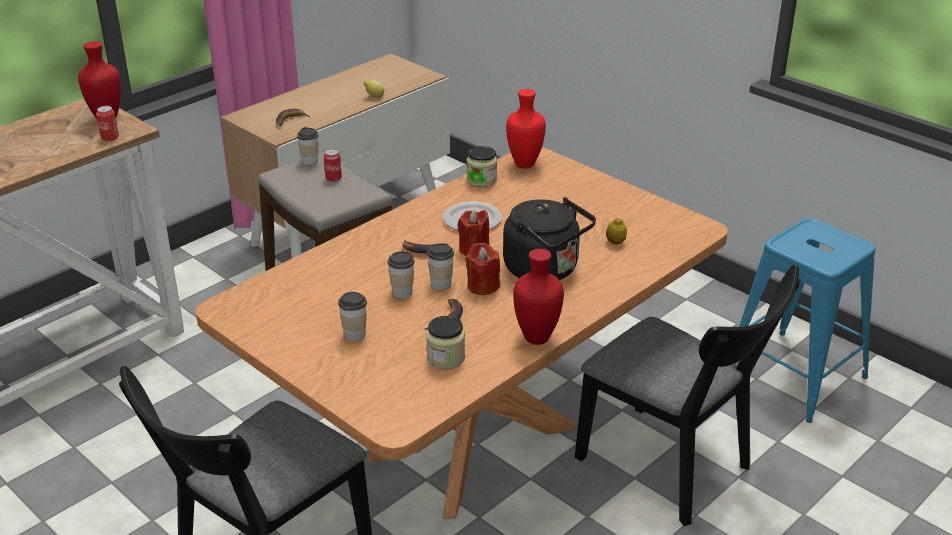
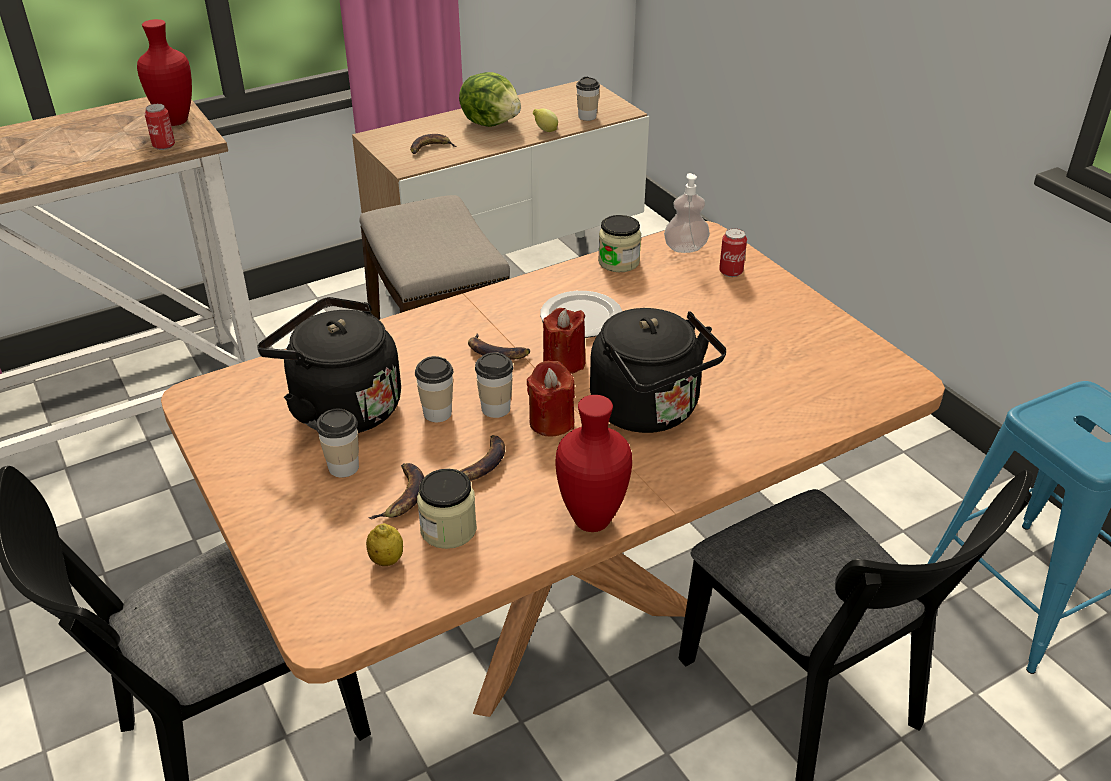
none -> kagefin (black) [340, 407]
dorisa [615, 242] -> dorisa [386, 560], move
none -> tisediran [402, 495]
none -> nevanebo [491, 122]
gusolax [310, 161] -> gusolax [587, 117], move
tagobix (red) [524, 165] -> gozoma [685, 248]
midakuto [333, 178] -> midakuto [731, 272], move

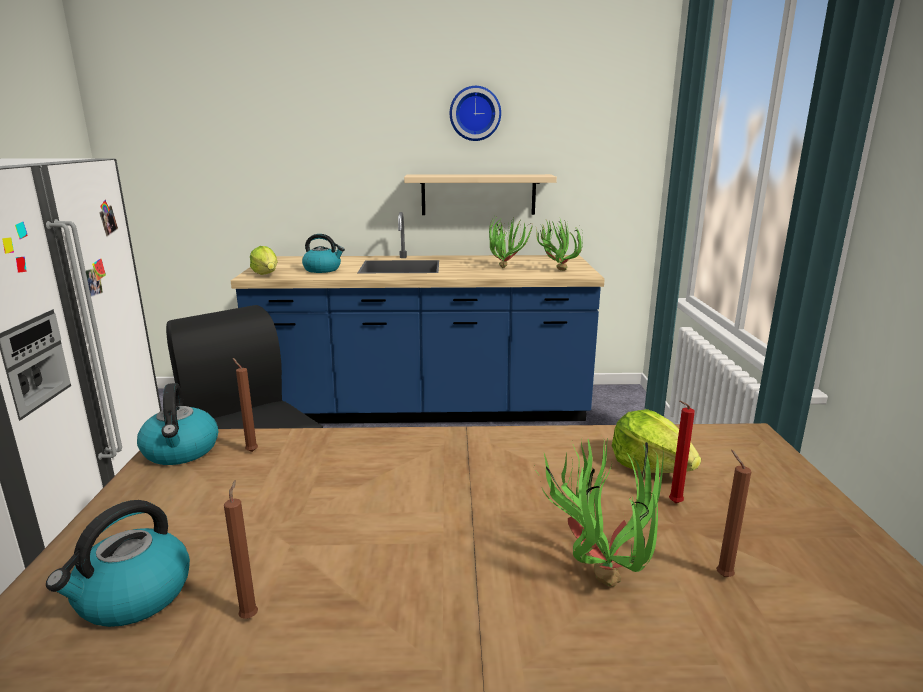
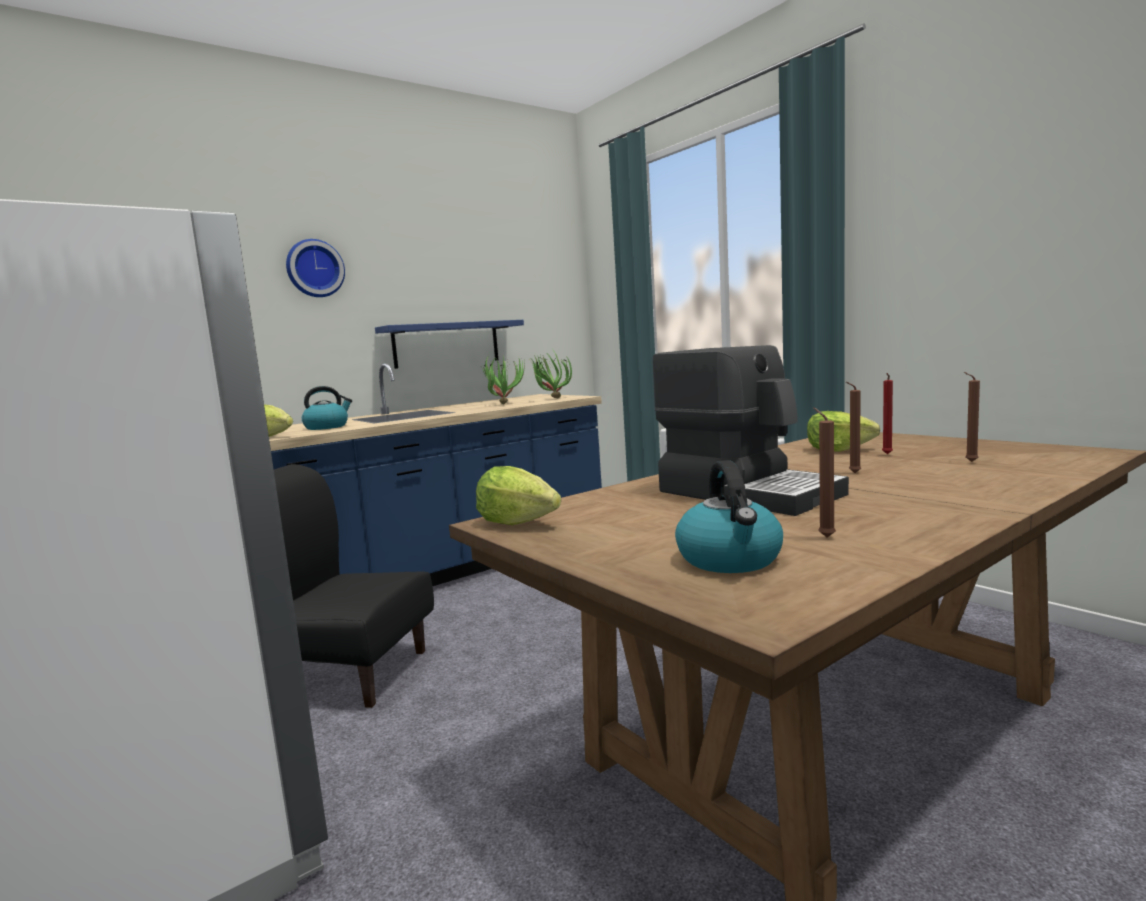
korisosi [475, 113] -> korisosi [314, 269], move
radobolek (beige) [478, 194] -> radobolek (blue) [446, 344]
kagefin [181, 451] -> nevanebo [517, 523]
none -> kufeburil [748, 492]
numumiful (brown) [250, 451] -> numumiful (brown) [853, 473], move
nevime [598, 571] -> none

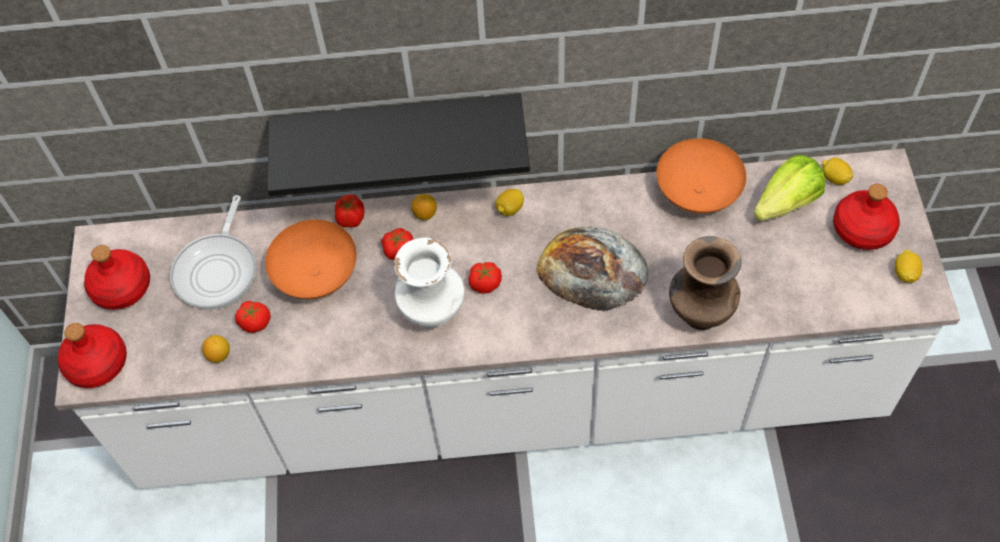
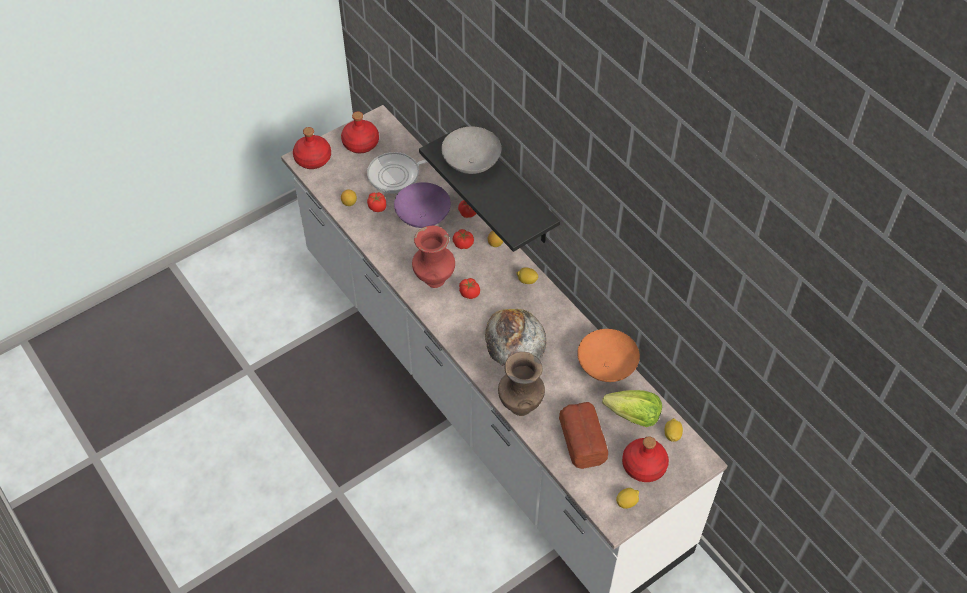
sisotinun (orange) [315, 275] -> sisotinun (purple) [423, 216]
tagobix (white) [434, 314] -> tagobix (red) [434, 280]
none -> sisotinun (grey) [472, 163]
none -> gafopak [582, 440]

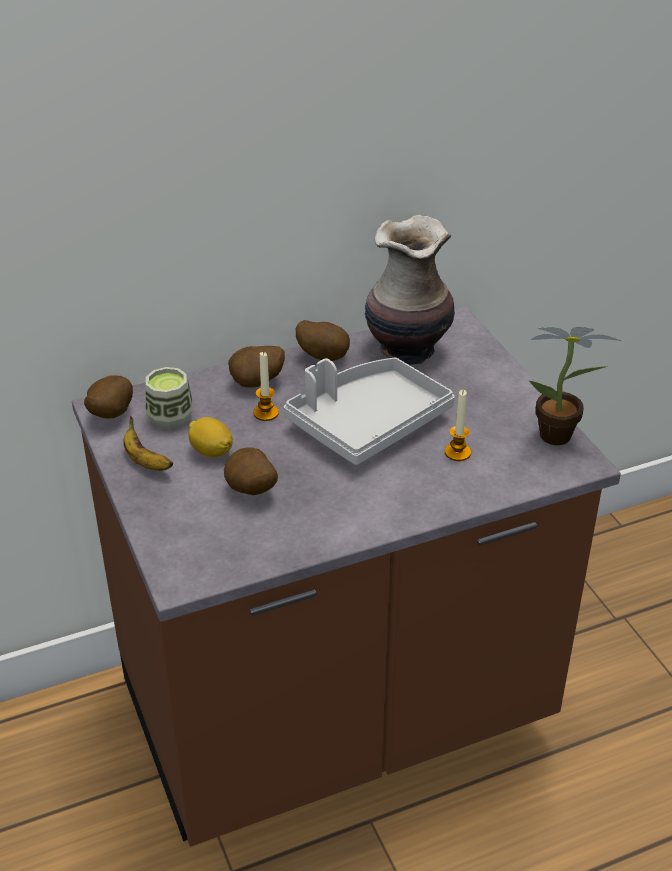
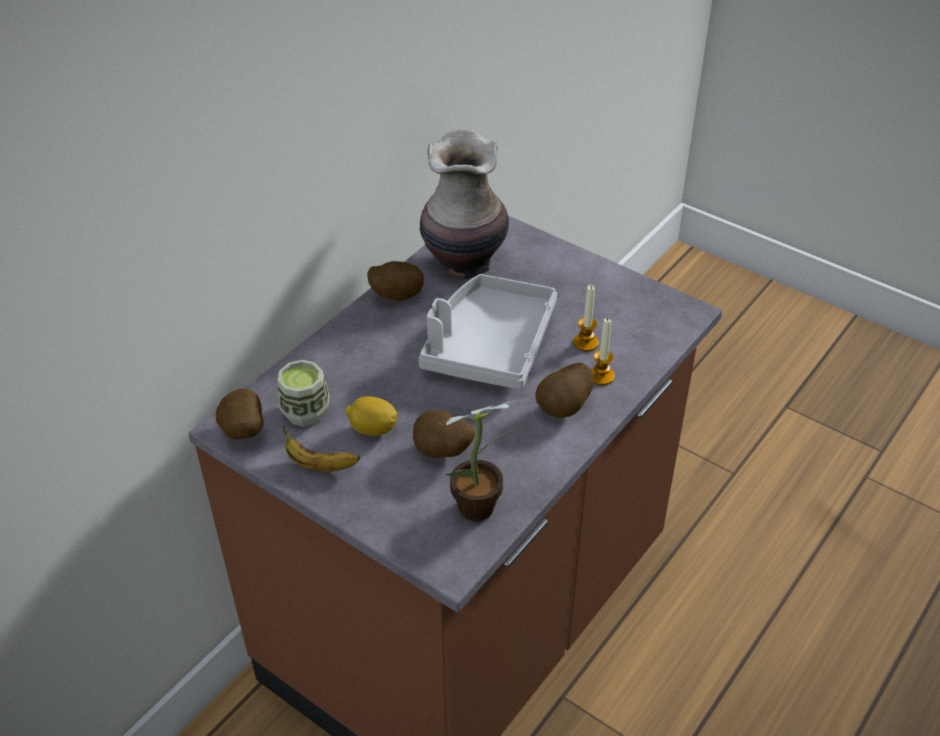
nevime [561, 437] -> nevime [483, 507], move
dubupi [257, 384] -> dubupi [564, 409], move
numumiful [266, 413] -> numumiful [601, 376], move

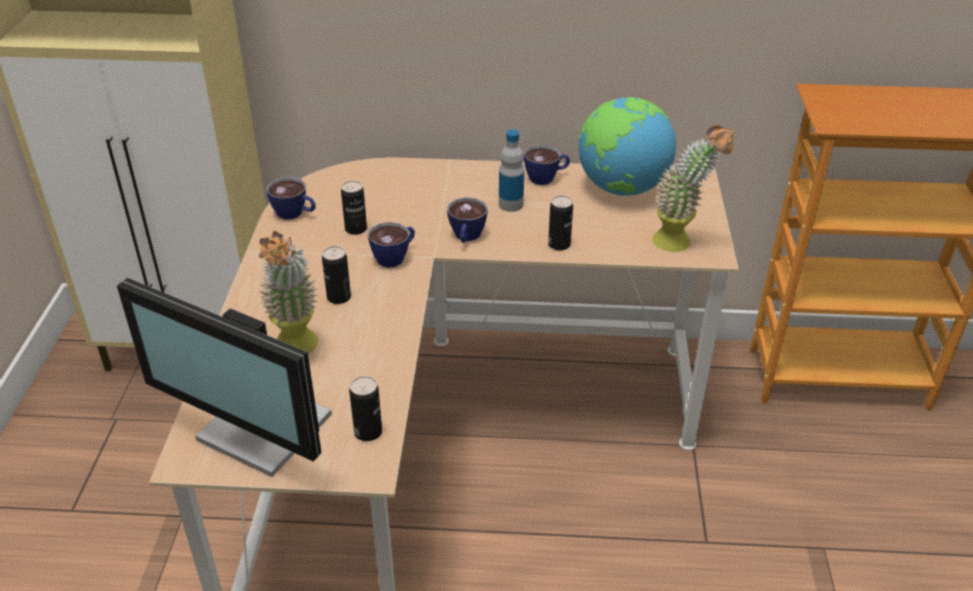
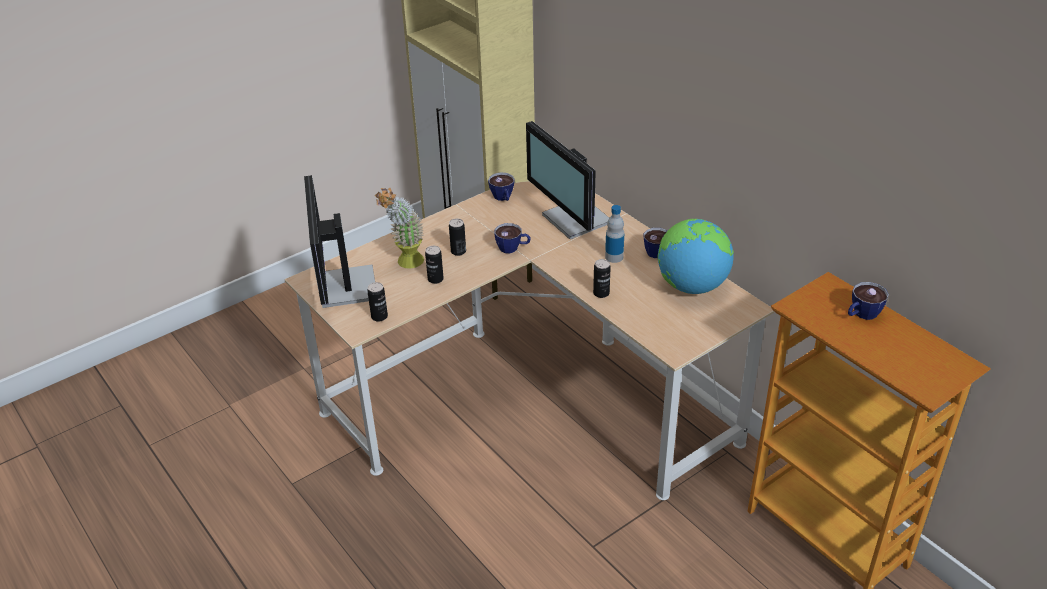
midakuto [356, 229] -> midakuto [435, 279], move
none -> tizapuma [574, 220]
gusolax [466, 237] -> gusolax [861, 315], move
nevime [681, 244] -> none

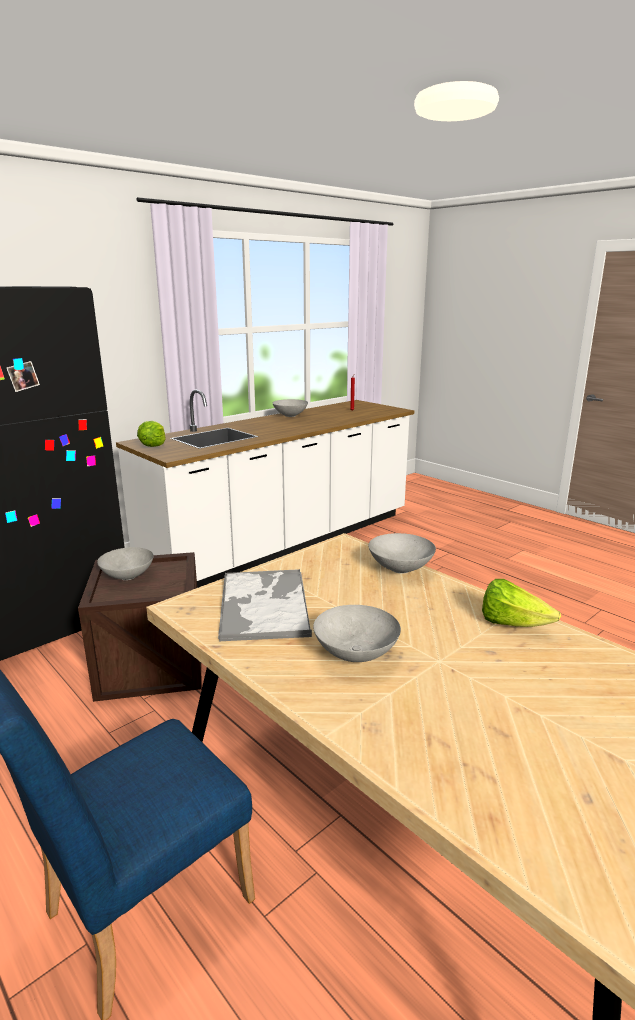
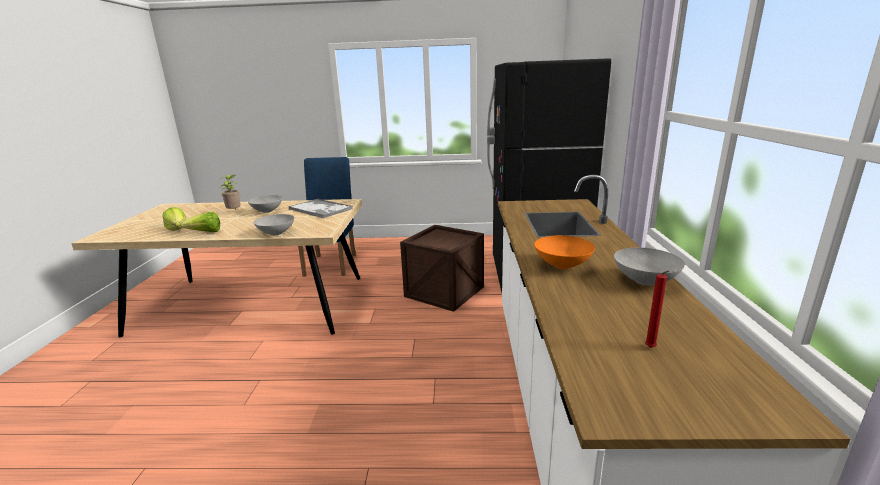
nevanebo [153, 446] -> nevanebo [177, 229], move
none -> nevime [234, 212]
none -> sisotinun (orange) [562, 265]
sisotinun (grey) [128, 576] -> none

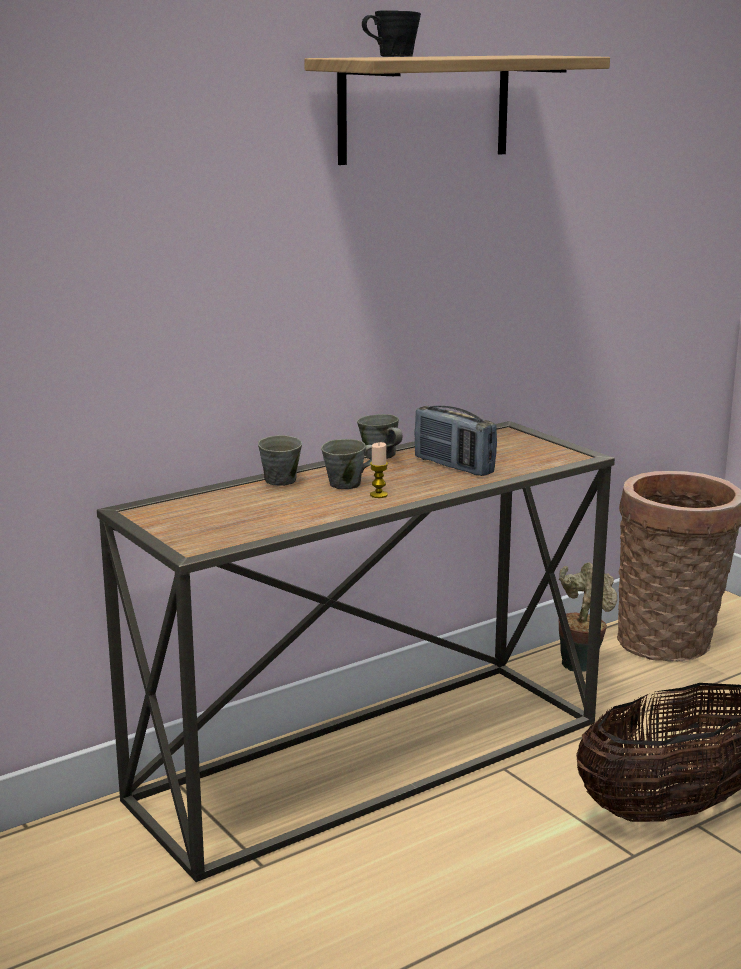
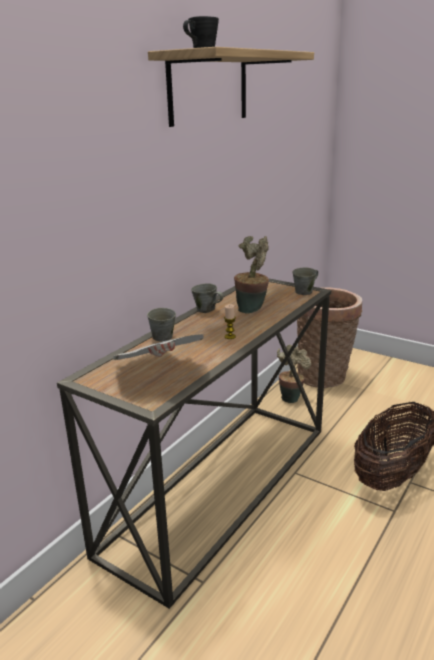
none -> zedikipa [159, 371]
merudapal [453, 466] -> nevime [253, 309]
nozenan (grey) [347, 484] -> nozenan (grey) [305, 292], move

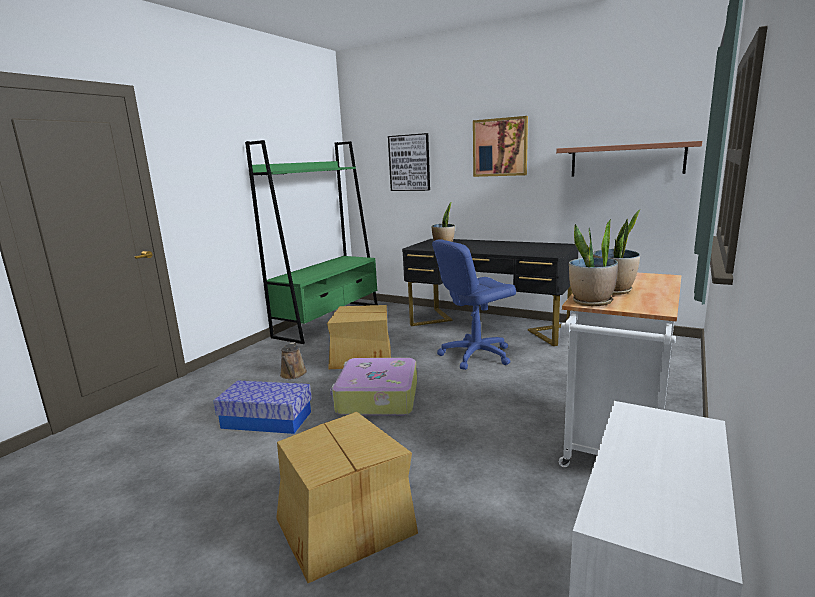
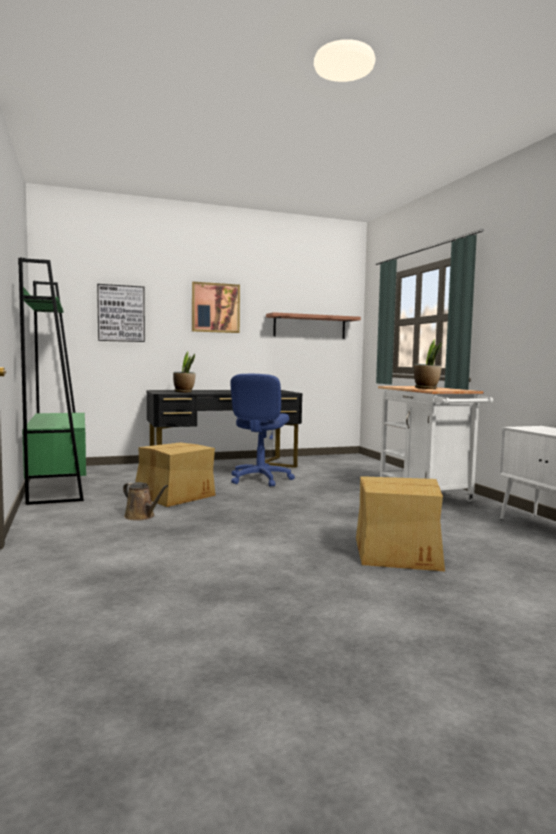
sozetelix [267, 420] -> none
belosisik [376, 398] -> none
nevime [591, 302] -> none

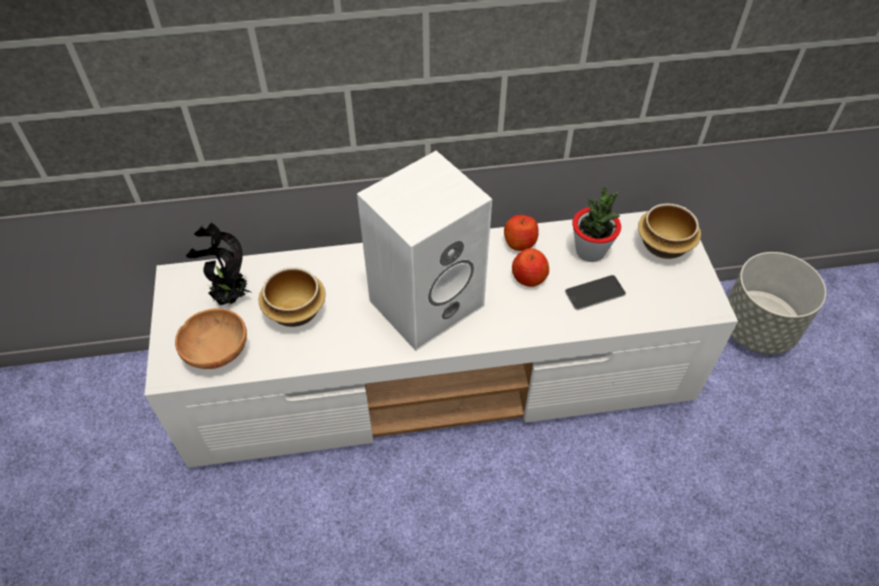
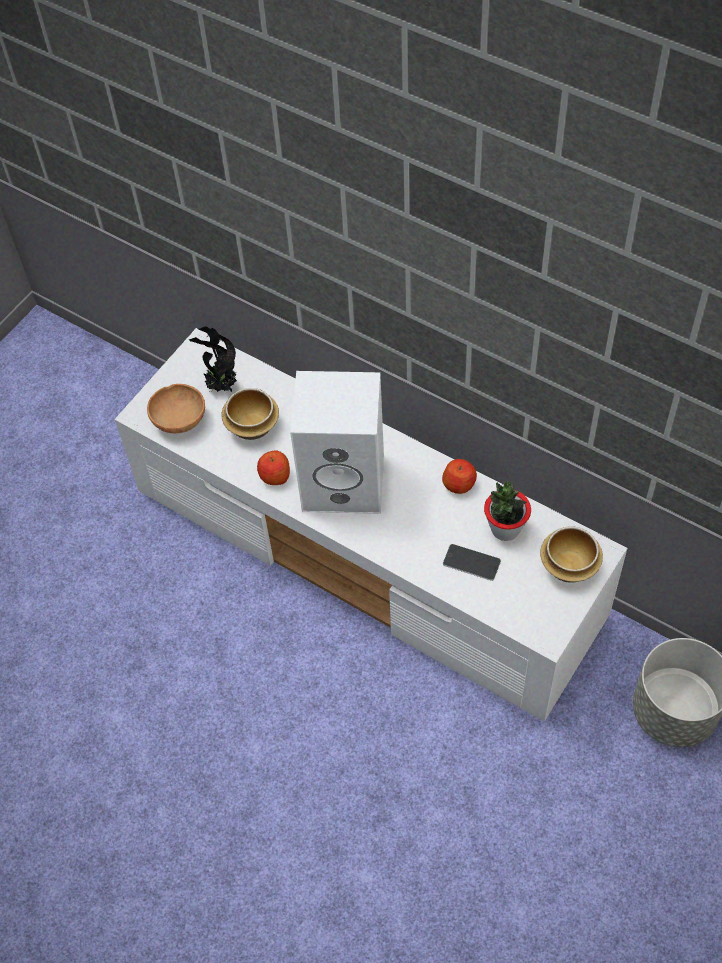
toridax [528, 277] -> toridax [274, 475], move

